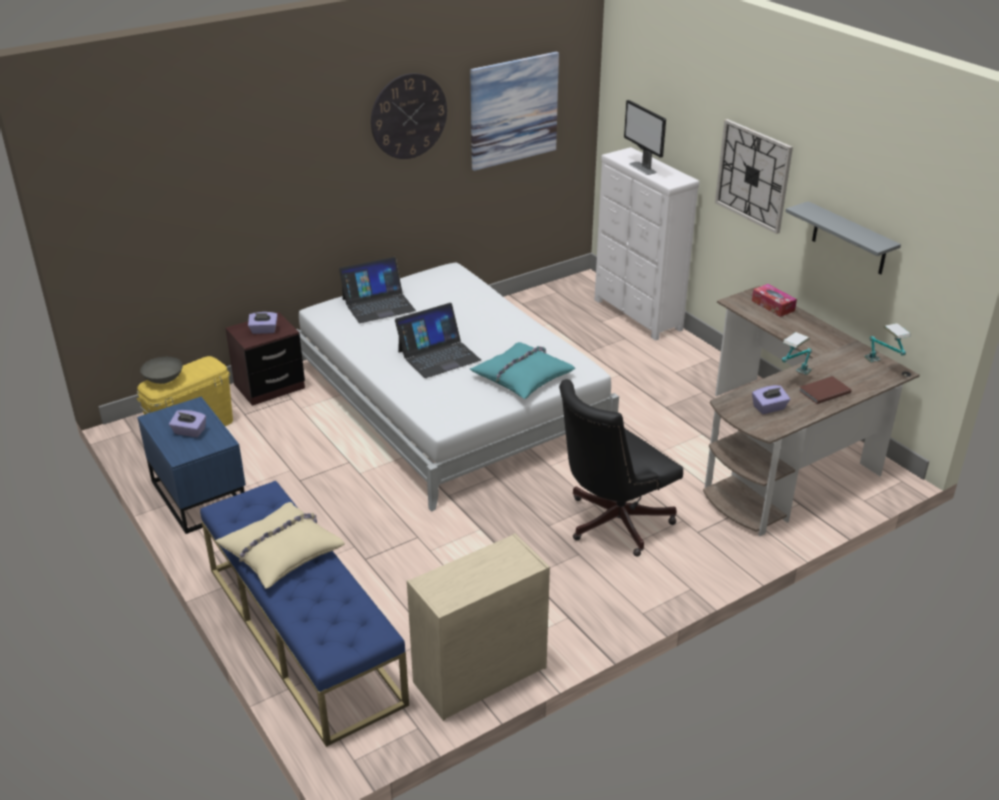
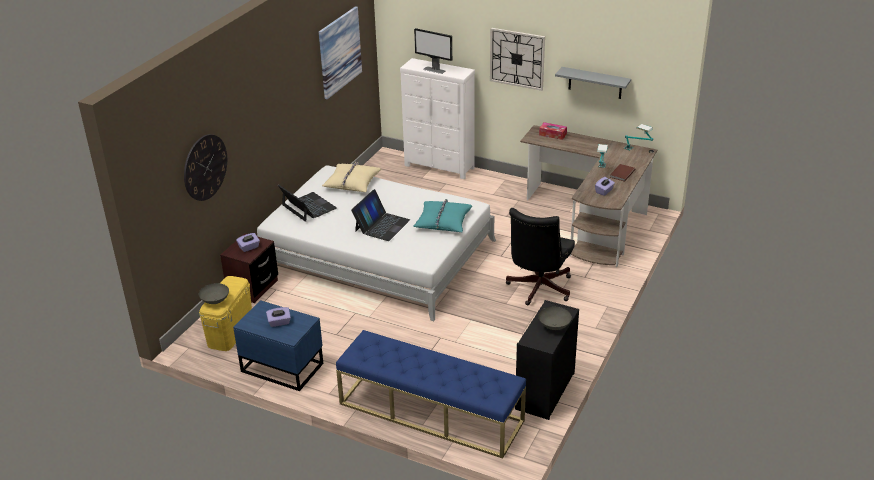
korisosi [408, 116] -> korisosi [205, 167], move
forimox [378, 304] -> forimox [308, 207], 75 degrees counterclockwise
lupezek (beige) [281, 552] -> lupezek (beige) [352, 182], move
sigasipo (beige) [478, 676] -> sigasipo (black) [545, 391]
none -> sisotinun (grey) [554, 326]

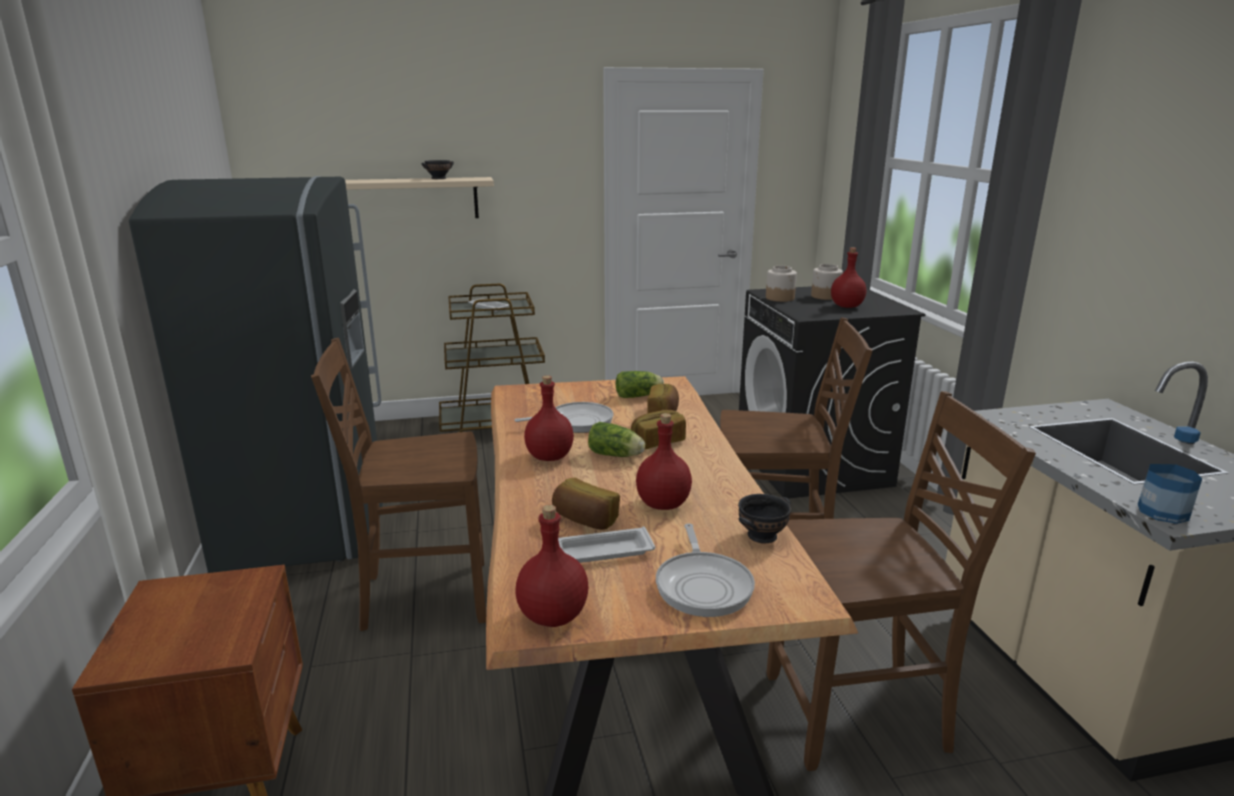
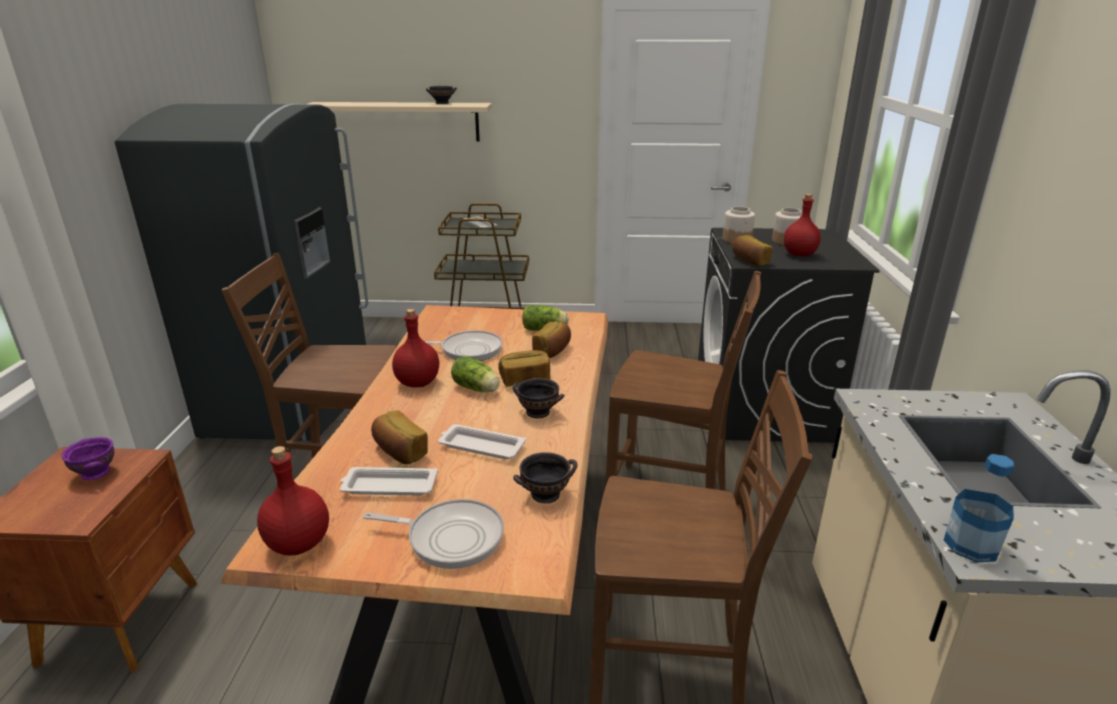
none -> sisotinun (purple) [95, 473]
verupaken [703, 586] -> verupaken [450, 538], 90 degrees counterclockwise
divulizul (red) [664, 504] -> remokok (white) [480, 446]
none -> sisotinun (black) [537, 412]
none -> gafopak [749, 261]

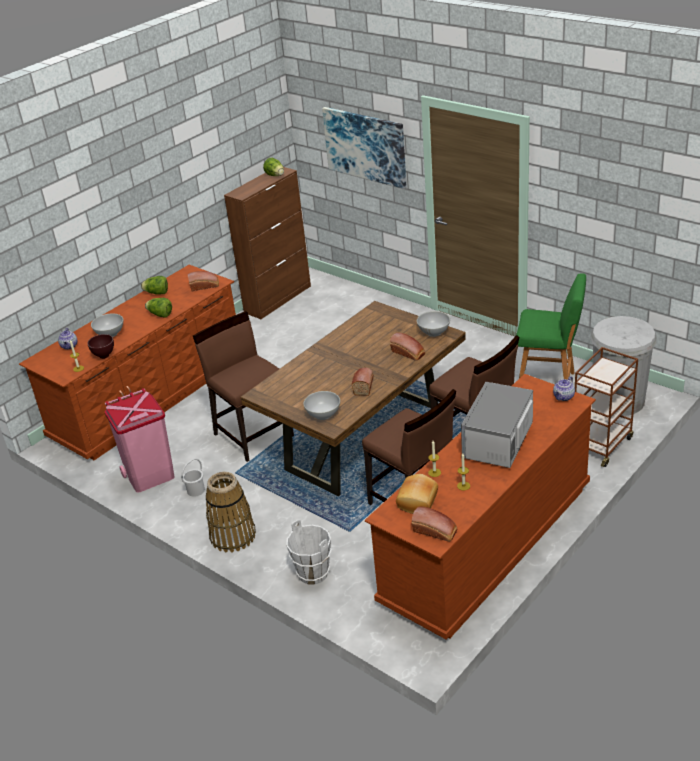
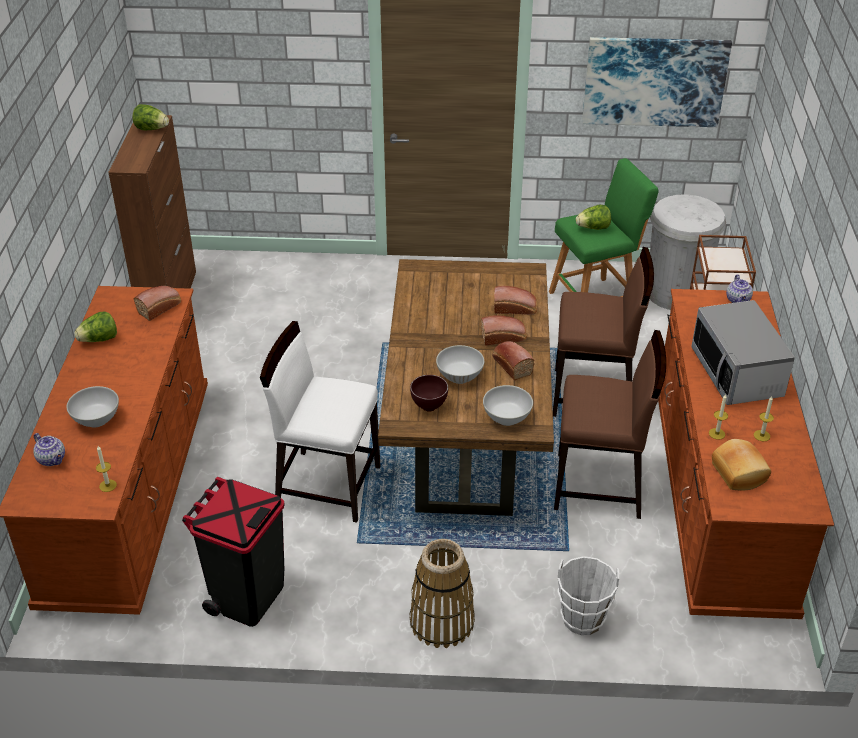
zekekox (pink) [150, 476] -> zekekox (black) [247, 597]
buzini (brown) [253, 434] -> buzini (white) [327, 485]
sisotinun (brown) [104, 356] -> sisotinun (brown) [428, 407], move
sisotinun (white) [434, 332] -> sisotinun (white) [459, 376], move
gafopak [436, 531] -> gafopak [504, 337], move
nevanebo [160, 315] -> nevanebo [593, 228], move
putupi [365, 146] -> putupi [654, 81], move
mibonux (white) [195, 490] -> none

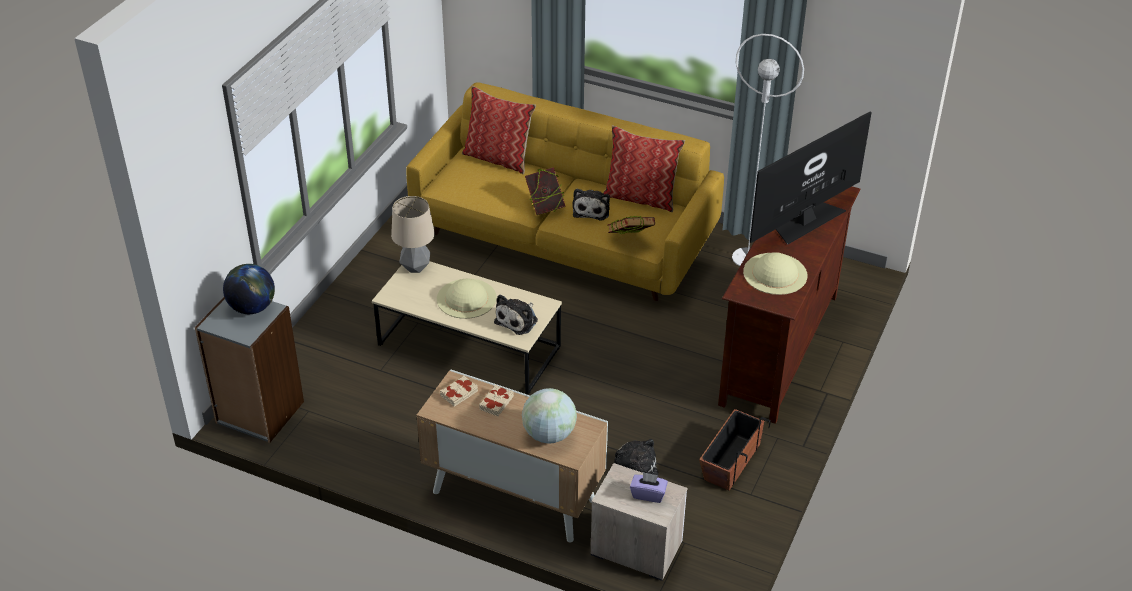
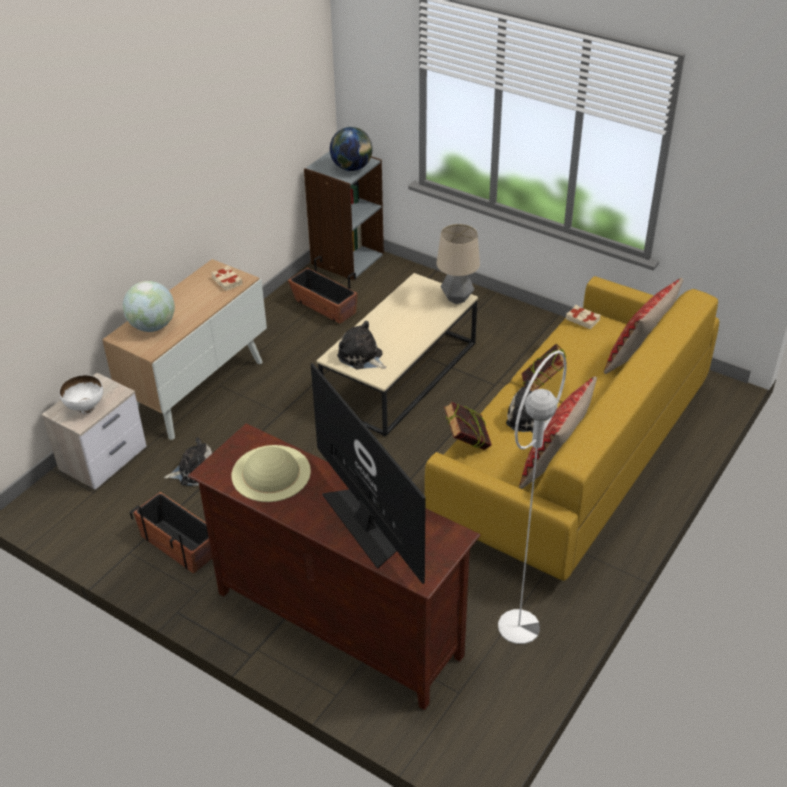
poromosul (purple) [648, 494] -> sisotinun (white) [85, 407]
none -> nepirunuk [324, 307]
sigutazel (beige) [496, 403] -> sigutazel (beige) [582, 319], move
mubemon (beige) [466, 298] -> none

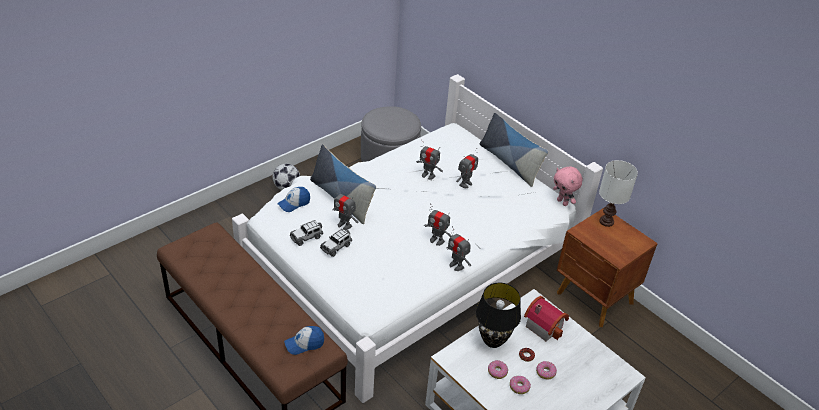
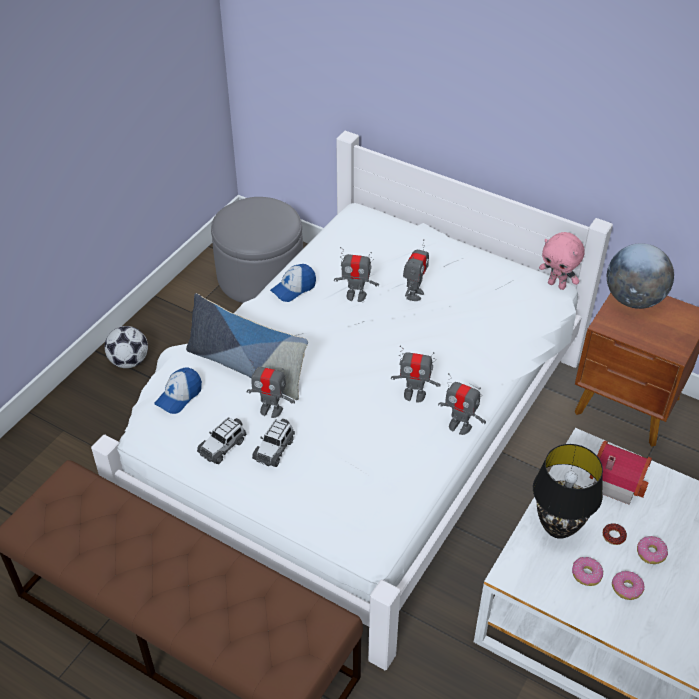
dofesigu [304, 344] -> dofesigu [293, 288], move
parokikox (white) [606, 222] -> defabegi [633, 300]
lupezek [510, 163] -> none

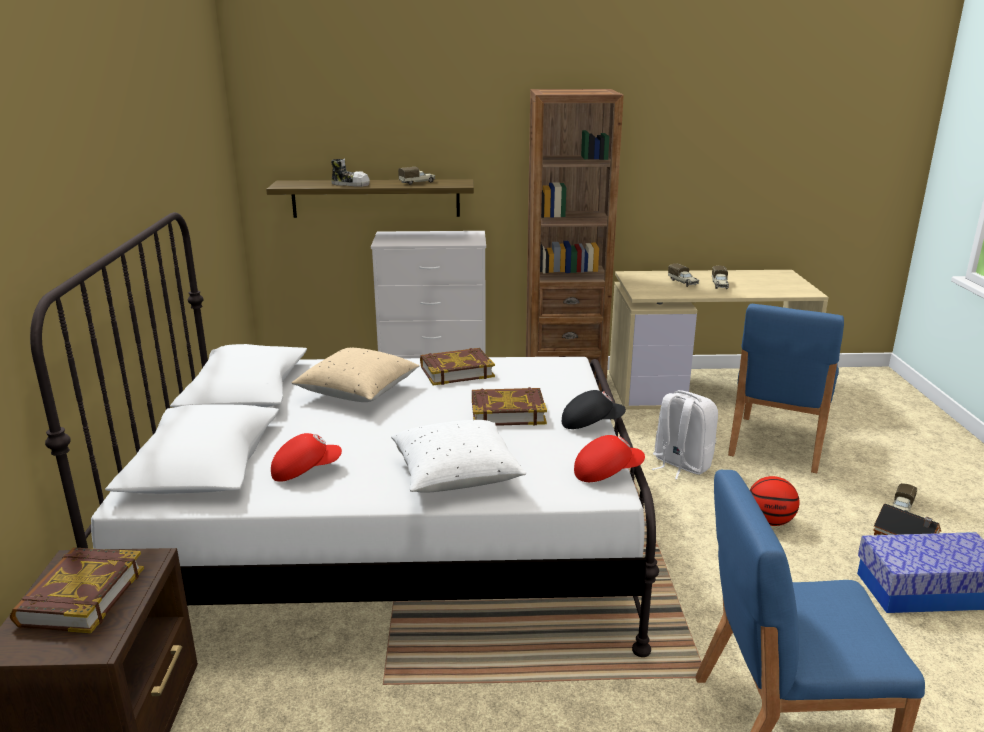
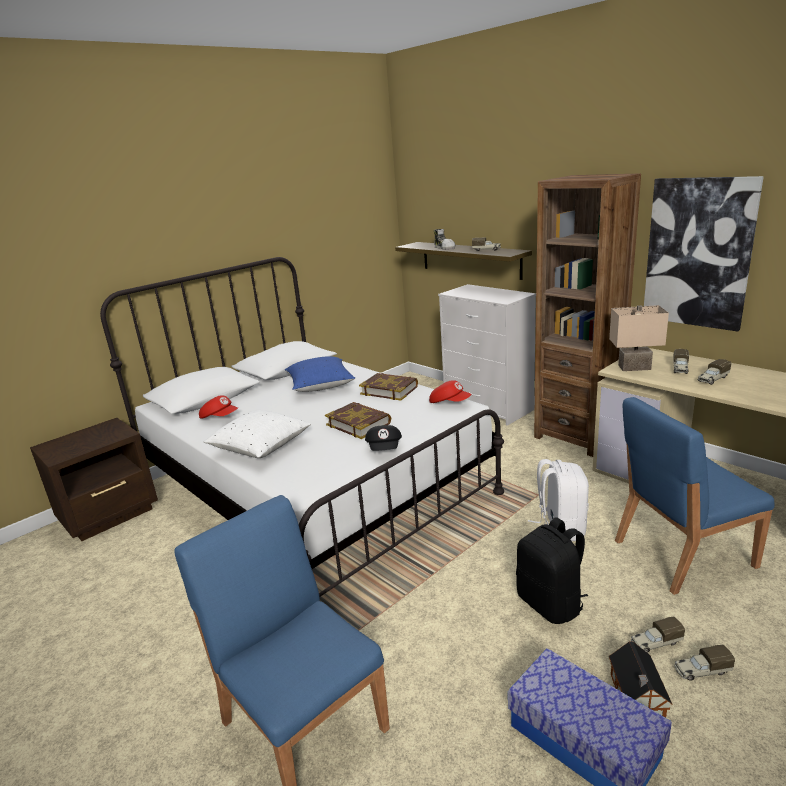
lupezek (beige) [358, 392] -> lupezek (blue) [320, 386]
dofesigu (black) [591, 423] -> dofesigu (black) [385, 449], 45 degrees clockwise
dofesigu (red) [606, 472] -> dofesigu (red) [450, 403], move
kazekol [769, 521] -> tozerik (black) [551, 604]
none -> parokikox (beige) [634, 368]
none -> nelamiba [655, 643]
none -> putupi [698, 253]
sigutazel [81, 596] -> none

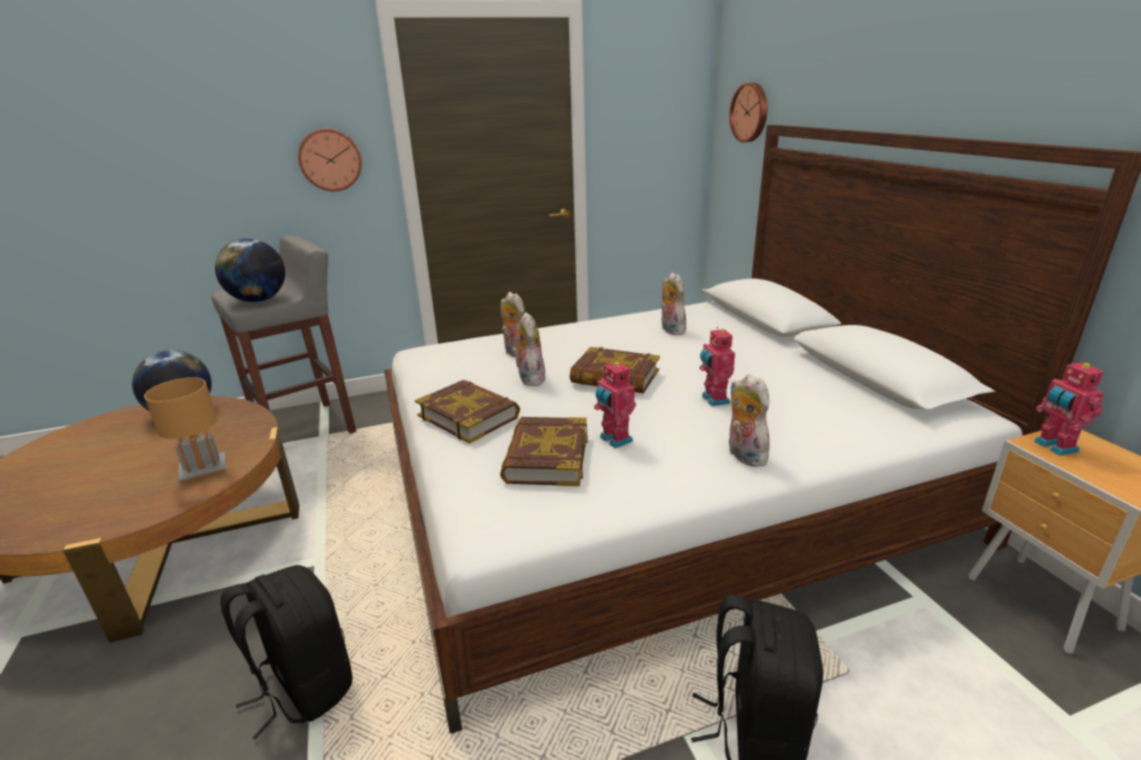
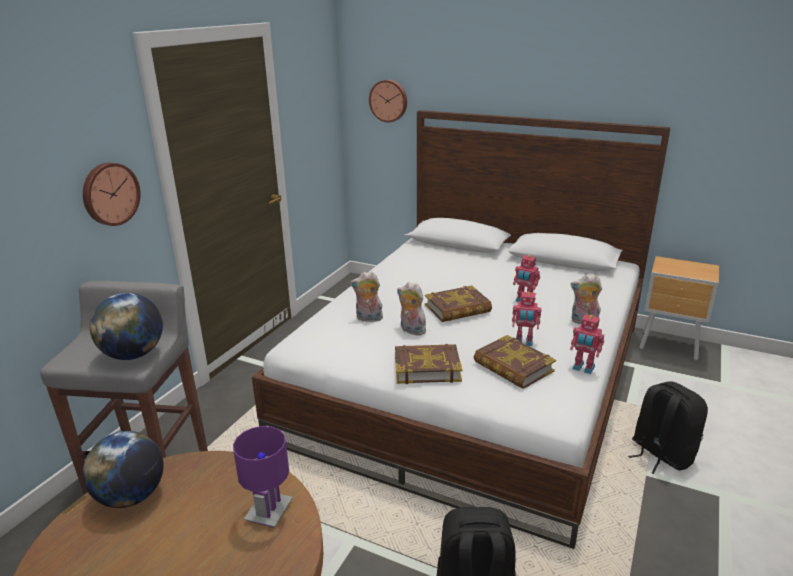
parokikox (brown) [204, 470] -> parokikox (purple) [269, 512]
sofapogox [1054, 447] -> sofapogox [583, 368], move
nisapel [670, 330] -> none

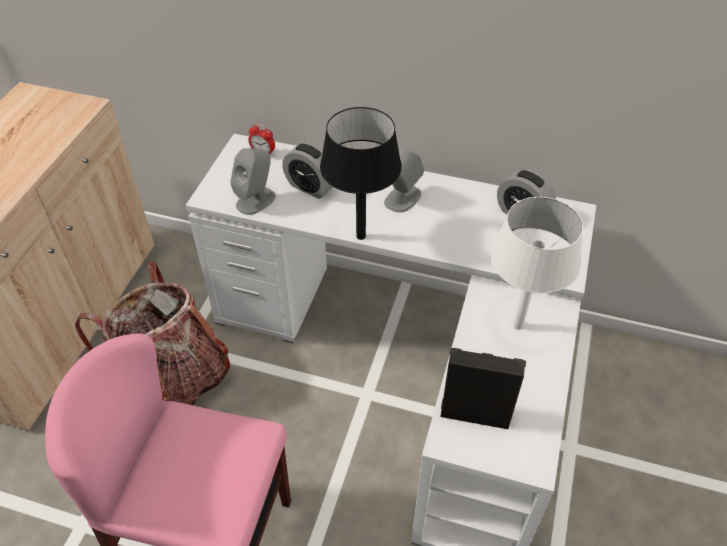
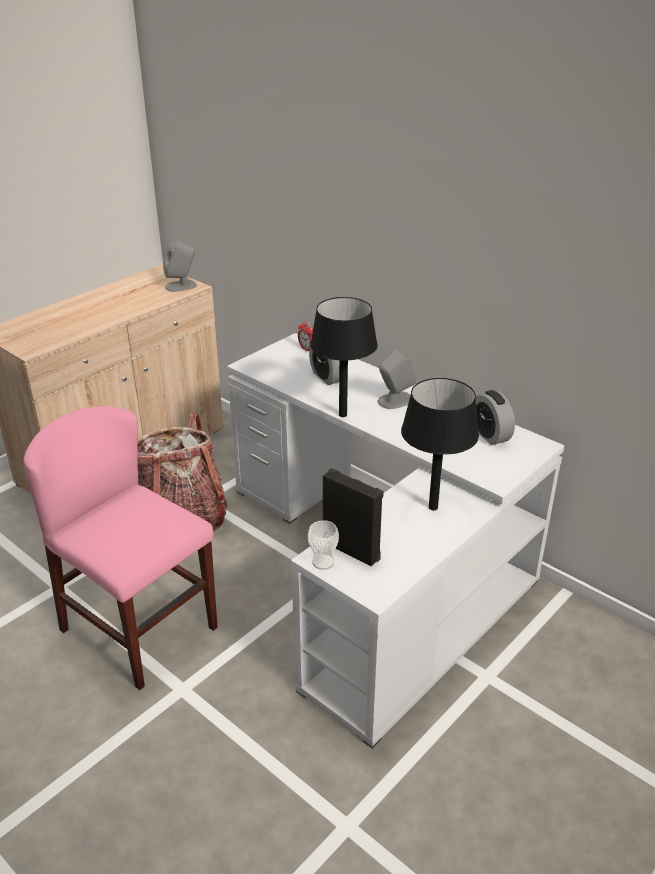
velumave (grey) [256, 200] -> velumave (grey) [181, 286], move
none -> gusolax [323, 562]
parokikox (white) [518, 326] -> parokikox (black) [433, 507]

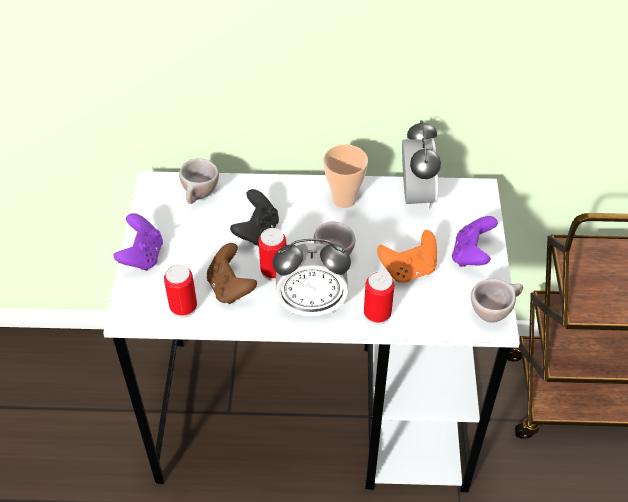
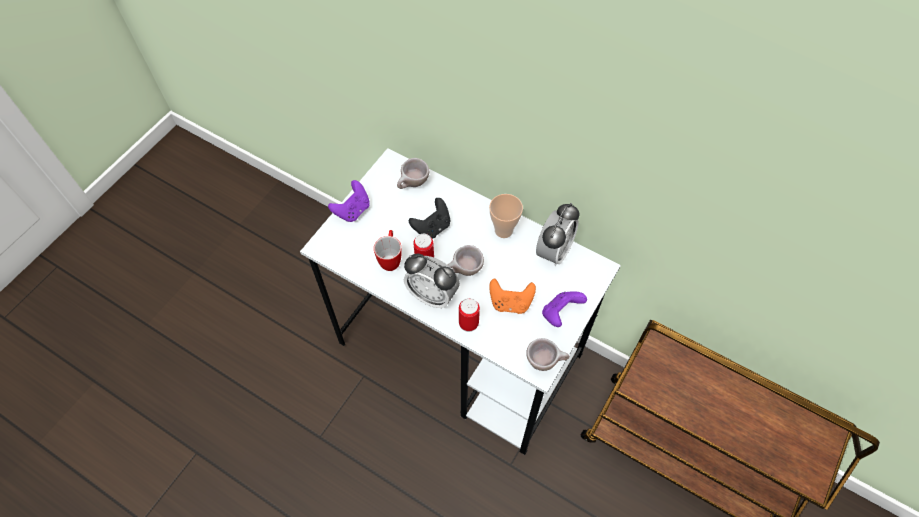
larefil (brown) [230, 288] -> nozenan [390, 258]
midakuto [183, 307] -> none

